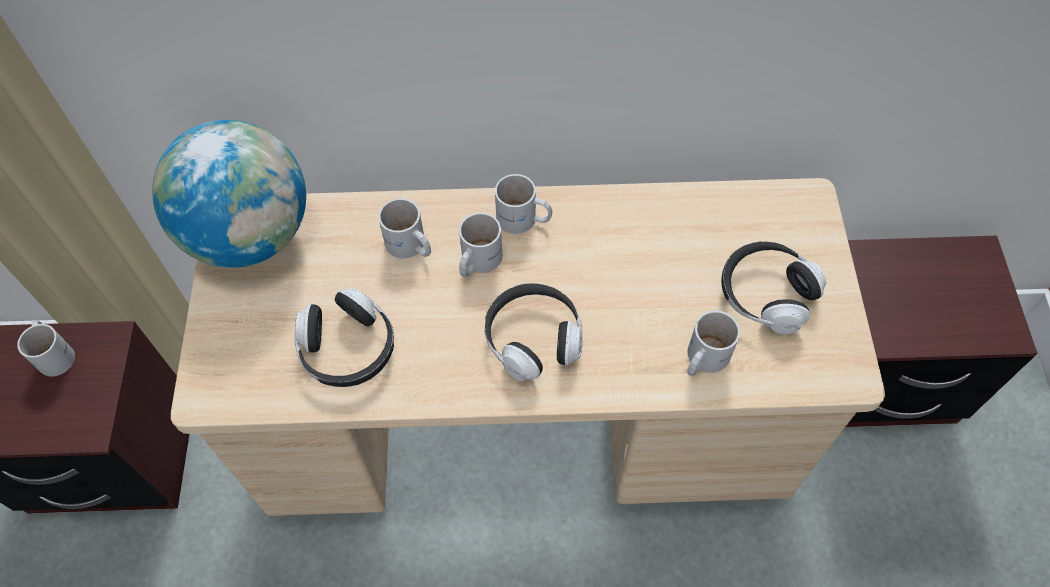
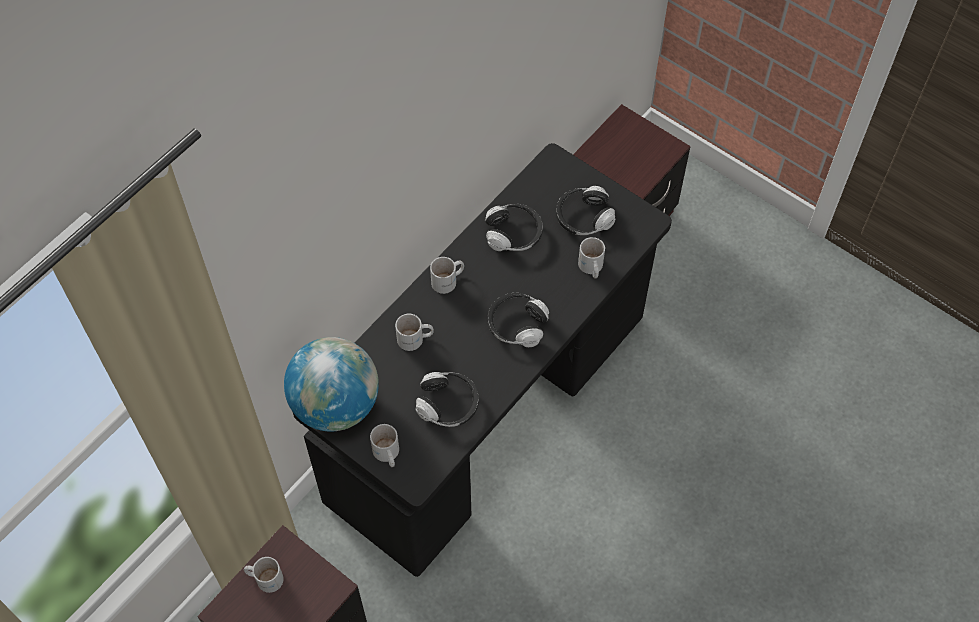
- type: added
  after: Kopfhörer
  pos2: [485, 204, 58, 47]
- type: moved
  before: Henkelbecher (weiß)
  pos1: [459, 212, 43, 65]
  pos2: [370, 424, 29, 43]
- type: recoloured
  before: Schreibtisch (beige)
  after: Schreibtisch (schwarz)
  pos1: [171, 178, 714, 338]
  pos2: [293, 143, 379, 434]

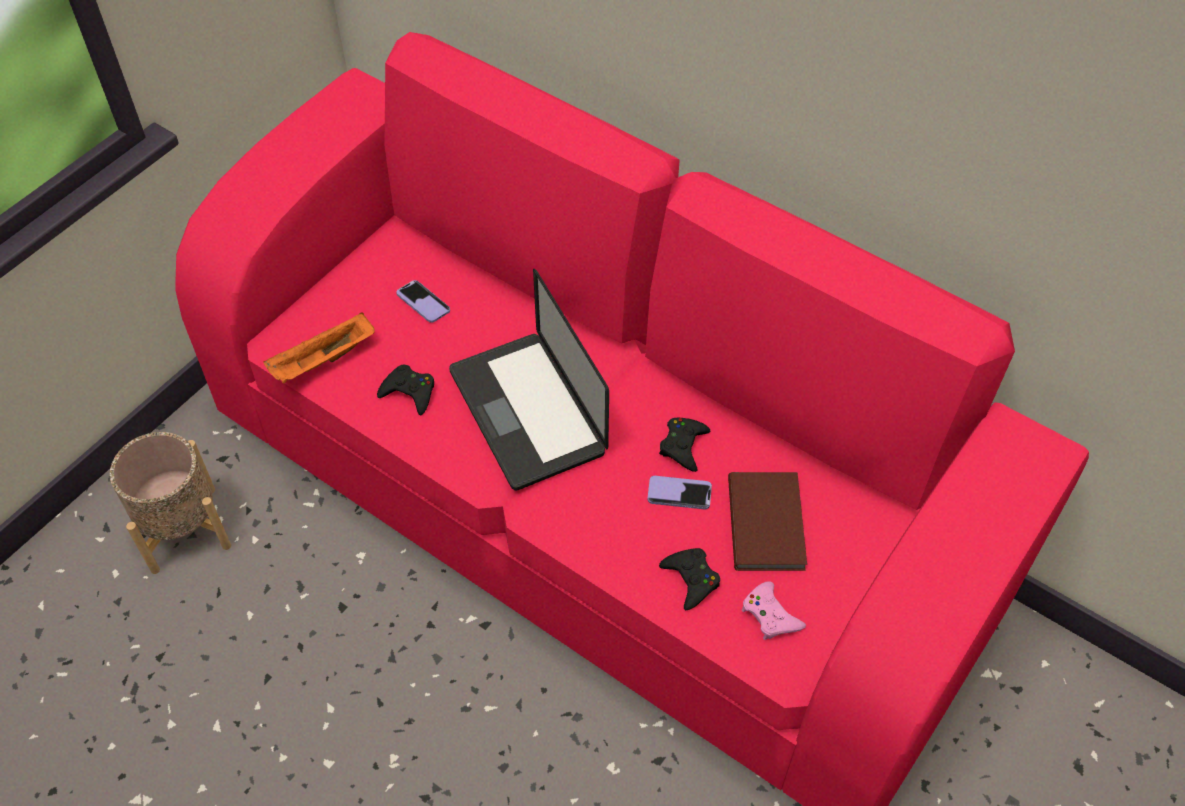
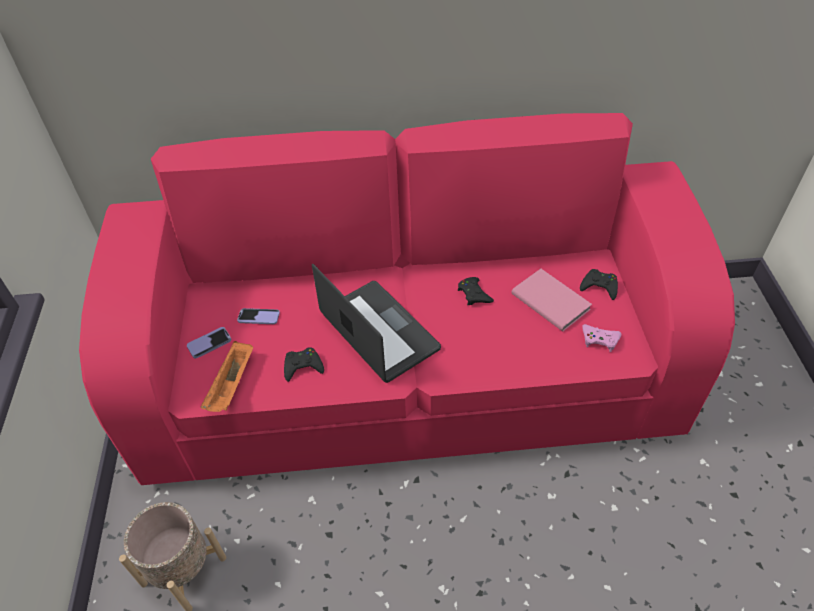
- type: moved
  before: Handy
  pos1: [648, 476, 64, 33]
  pos2: [187, 327, 44, 31]
- type: moved
  before: Gamepad (schwarz)
  pos1: [659, 548, 61, 62]
  pos2: [580, 269, 38, 31]
- type: recoloured
  before: Buch (braun)
  after: Buch (rosa)
  pos1: [728, 472, 79, 99]
  pos2: [511, 269, 81, 63]
- type: turned
  before: Laptop
  pos1: [449, 269, 160, 222]
  pos2: [312, 264, 129, 119]
  turn: -150

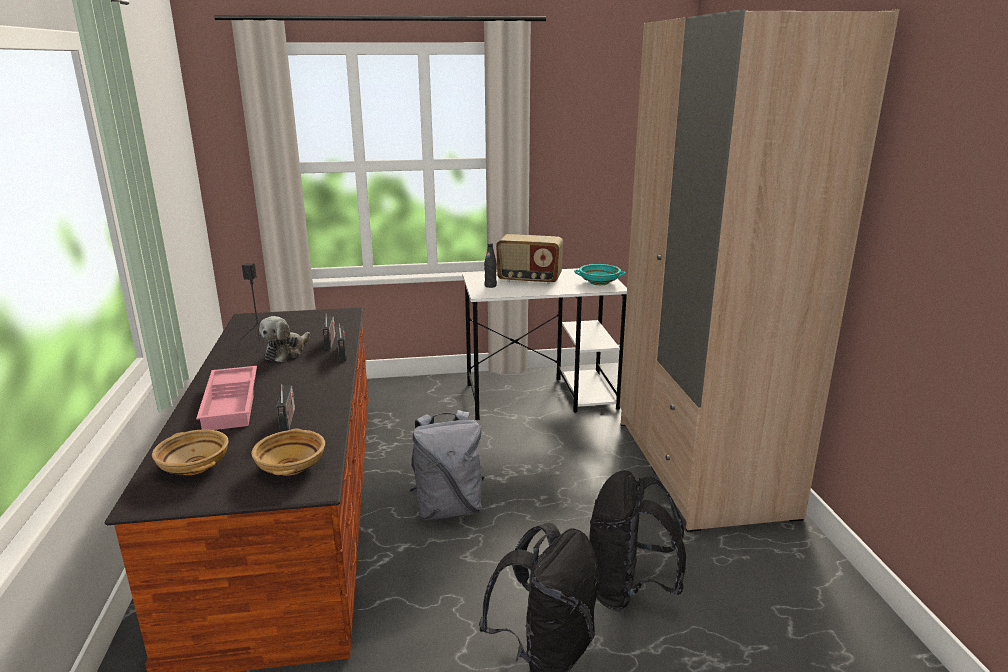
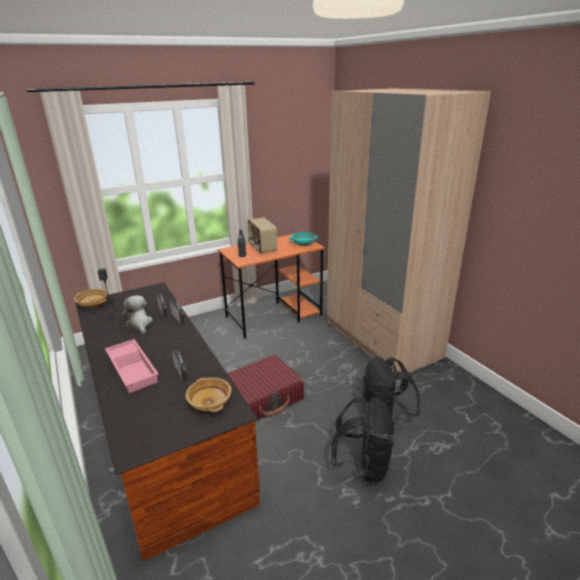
- type: moved
  before: Schüssel (beige)
  pos1: [152, 429, 77, 46]
  pos2: [74, 289, 33, 19]
- type: replaced
  before: Rucksack (grau)
  after: Koffer (rot)
  pos1: [410, 410, 74, 110]
  pos2: [227, 355, 77, 66]
- type: recoloured
  before: Schreibtisch (weiß)
  after: Schreibtisch (orange)
  pos1: [462, 268, 165, 152]
  pos2: [218, 234, 107, 105]
- type: turned
  before: Plüschtier
  pos1: [259, 316, 51, 46]
  pos2: [121, 295, 32, 39]
  turn: 150
- type: turned
  before: Radio
  pos1: [496, 234, 67, 50]
  pos2: [248, 217, 29, 37]
  turn: 75

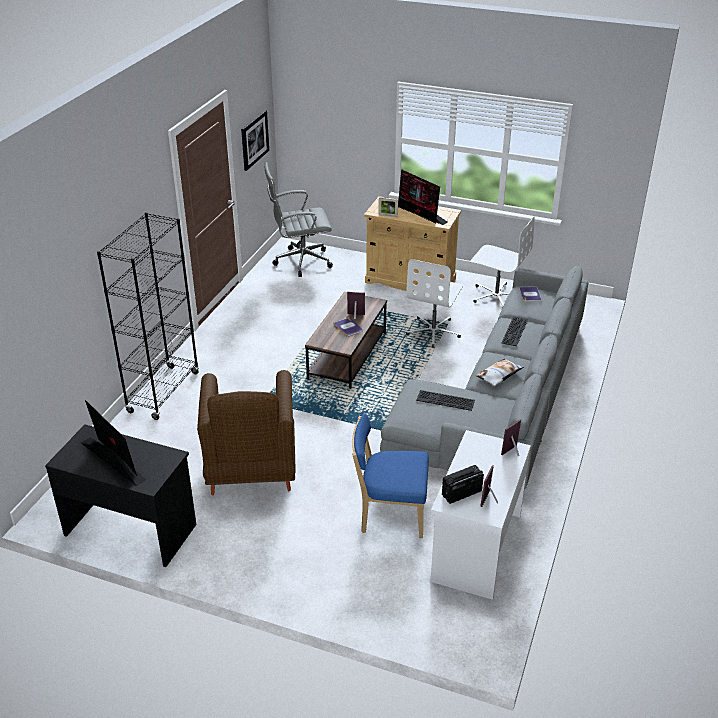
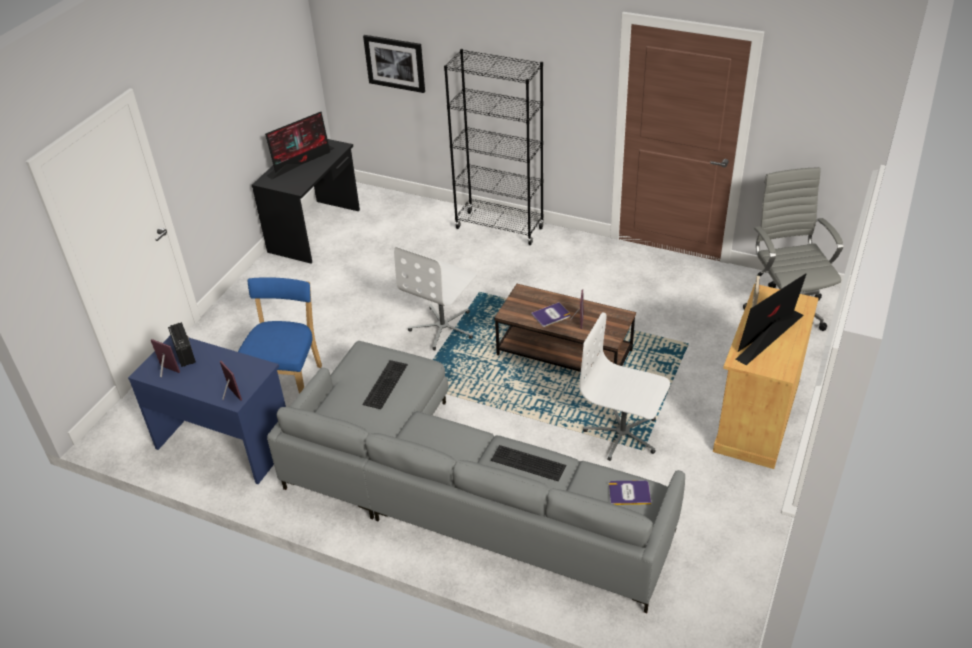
- type: removed
  before: Sessel (braun)
  pos1: [197, 370, 99, 125]
- type: removed
  before: Kissen
  pos1: [476, 359, 48, 27]
- type: moved
  before: Bild
  pos1: [241, 110, 28, 61]
  pos2: [363, 35, 62, 58]
- type: moved
  before: Bürostuhl (weiß)
  pos1: [470, 216, 65, 92]
  pos2: [394, 247, 83, 103]
- type: recoloured
  before: Schreibtisch (weiß)
  after: Schreibtisch (blau)
  pos1: [430, 430, 101, 170]
  pos2: [128, 335, 158, 149]

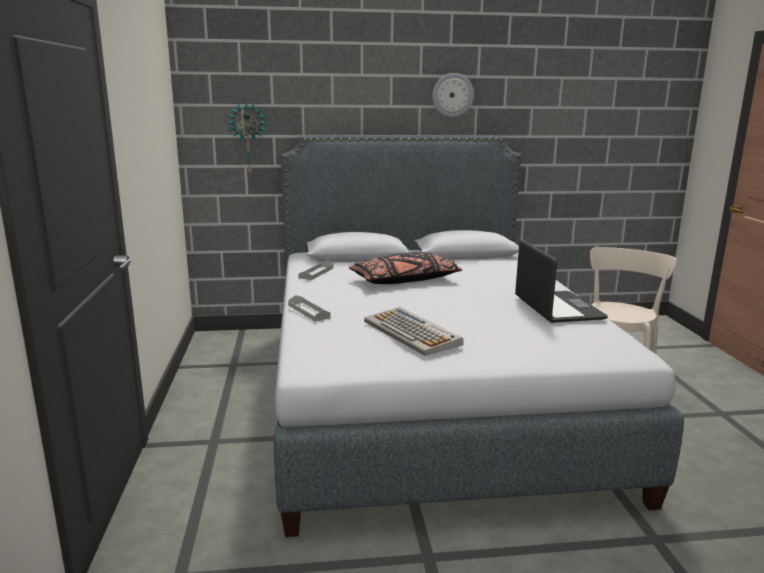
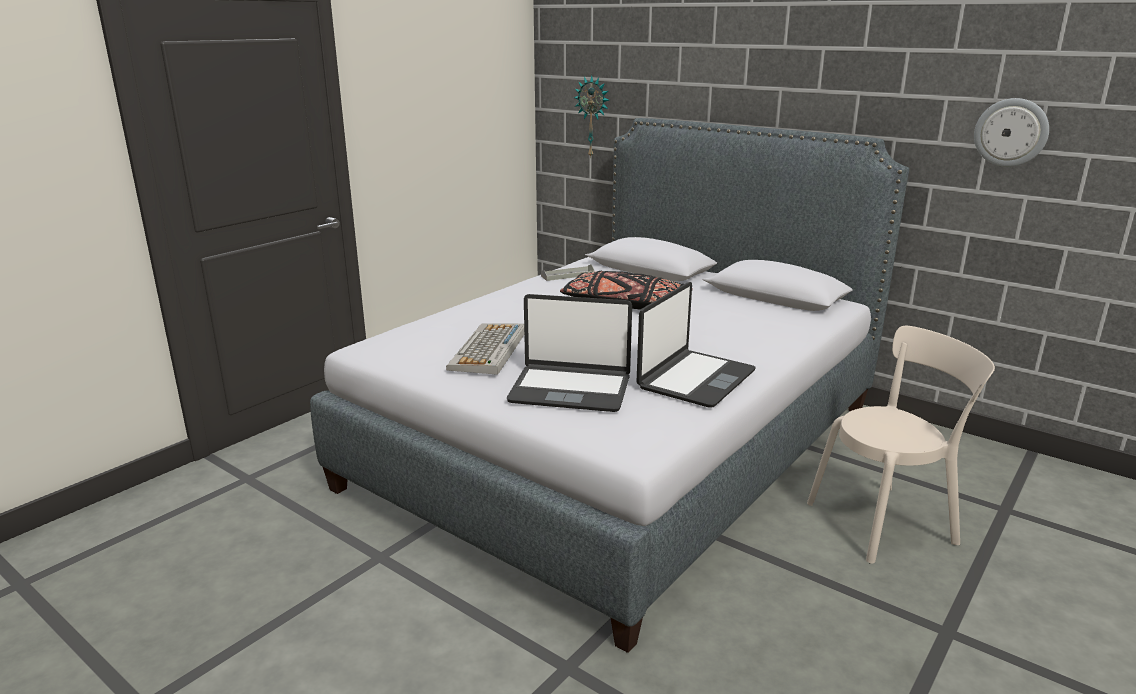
- type: removed
  before: Tablett (grau)
  pos1: [288, 295, 43, 27]
- type: added
  after: Laptop
  pos2: [507, 294, 125, 118]
- type: moved
  before: Wanduhr
  pos1: [432, 73, 42, 45]
  pos2: [974, 98, 75, 69]

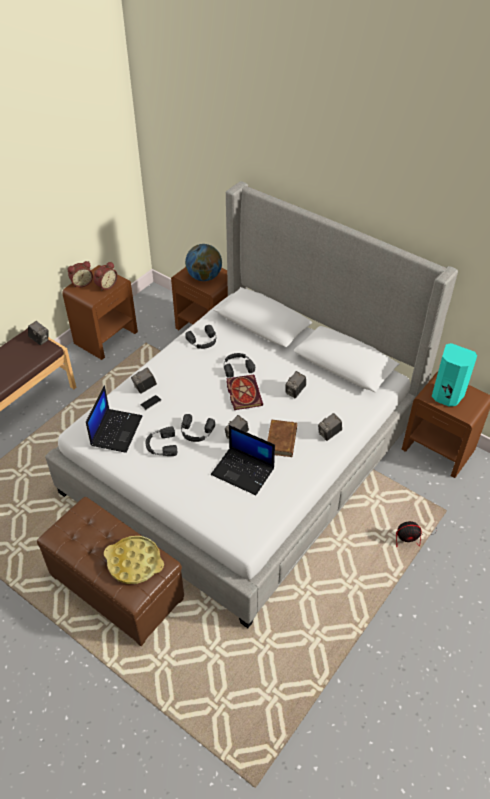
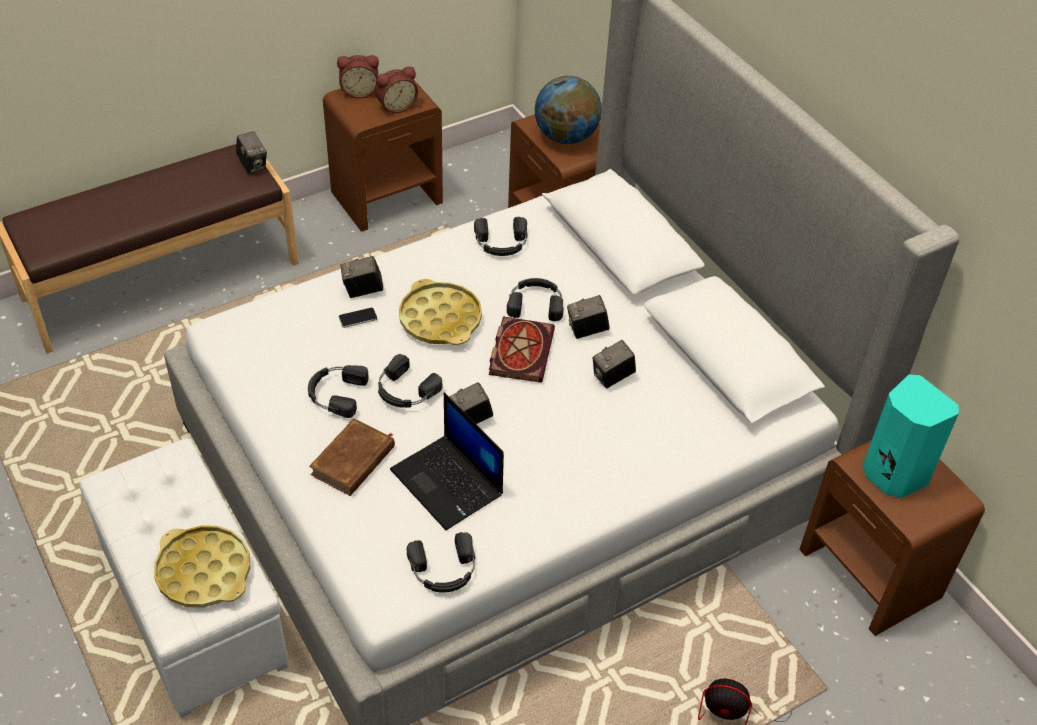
- type: removed
  before: Laptop
  pos1: [86, 385, 56, 68]
- type: added
  after: Tablett (gelb)
  pos2: [399, 279, 83, 66]
- type: added
  after: Kopfhörer (schwarz)
  pos2: [407, 532, 68, 61]
- type: moved
  before: Buch (braun)
  pos1: [267, 420, 30, 37]
  pos2: [309, 418, 86, 78]
- type: moved
  before: Kamera
  pos1: [318, 413, 24, 28]
  pos2: [567, 295, 43, 44]
- type: recoloured
  before: Polsterhocker (braun)
  after: Polsterhocker (weiß)
  pos1: [37, 497, 147, 149]
  pos2: [80, 438, 208, 280]

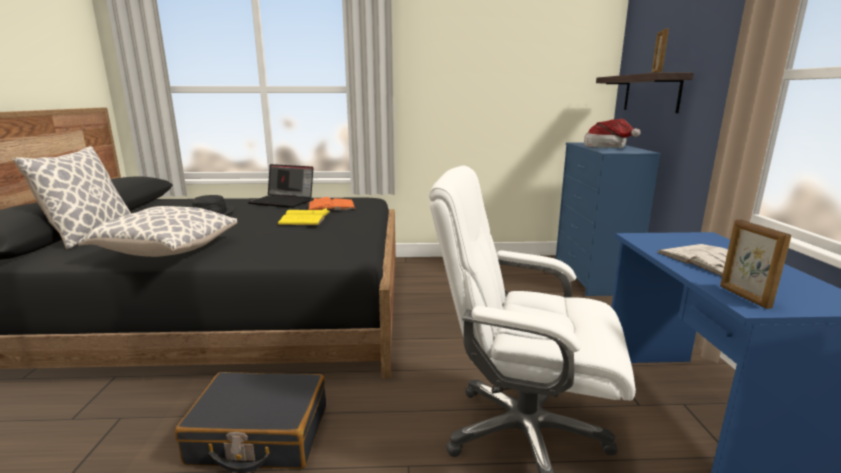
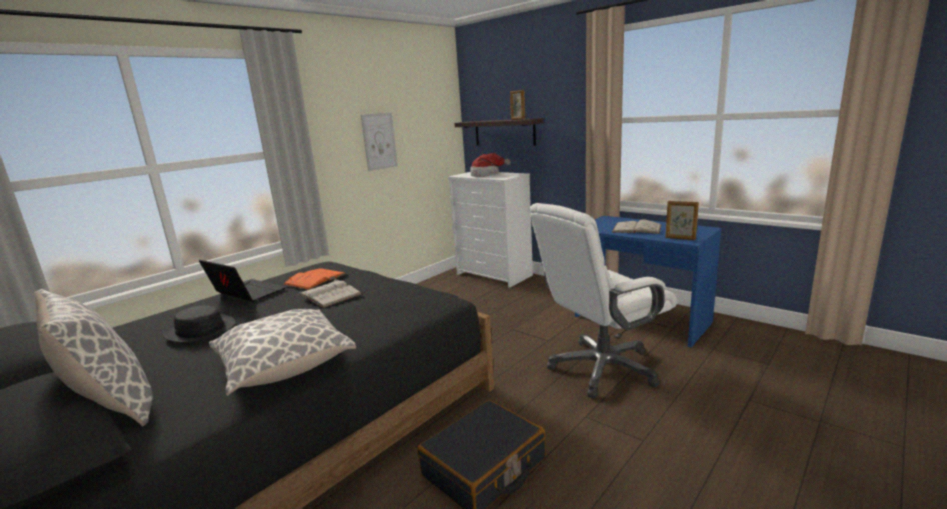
- type: added
  after: Bild
  pos2: [361, 113, 37, 58]
- type: recoloured
  before: Buch (gelb)
  after: Buch (weiß)
  pos1: [277, 208, 53, 17]
  pos2: [298, 279, 64, 29]
- type: recoloured
  before: Kommode (blau)
  after: Kommode (weiß)
  pos1: [556, 142, 105, 154]
  pos2: [448, 172, 85, 116]
- type: turned
  before: Laptop
  pos1: [248, 164, 65, 44]
  pos2: [199, 260, 87, 42]
  turn: -120

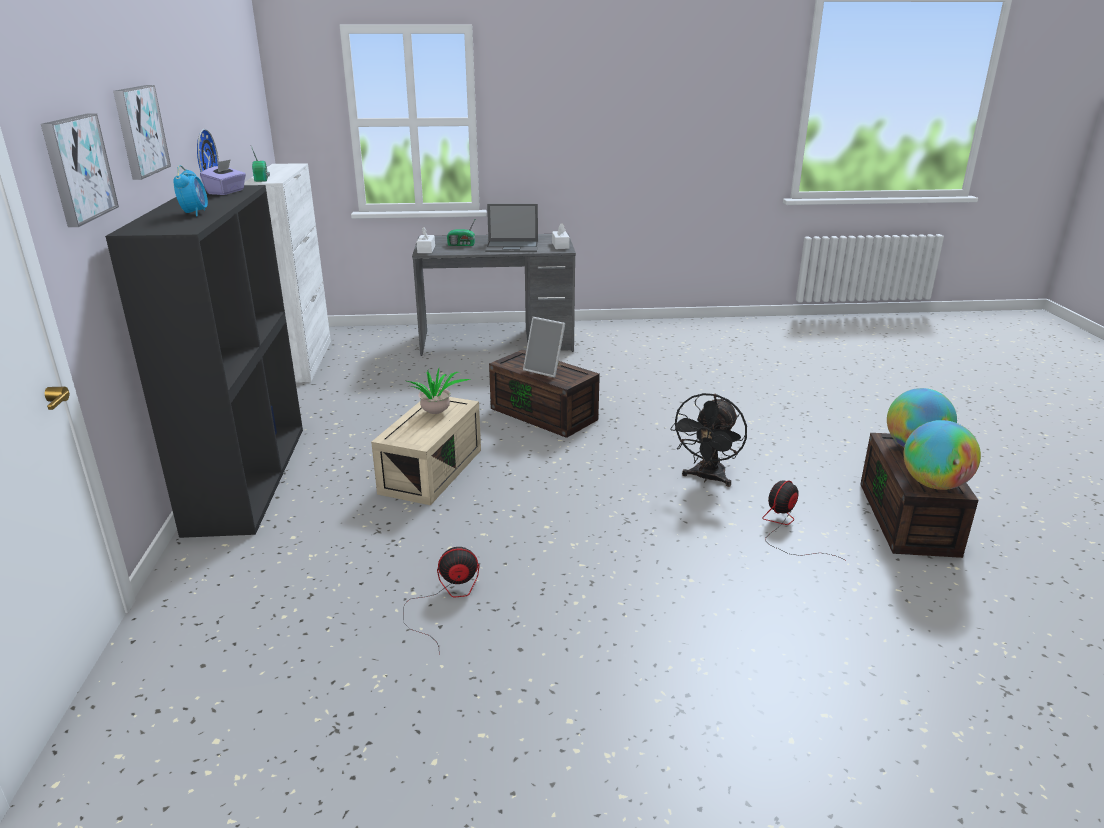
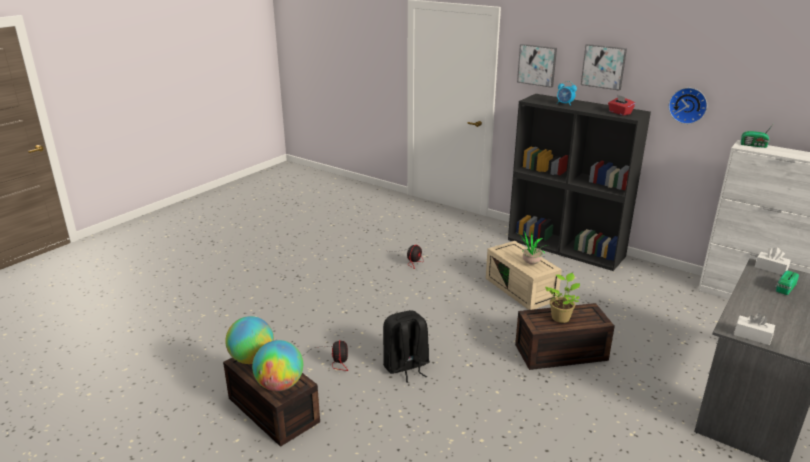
- type: removed
  before: Laptop
  pos1: [485, 204, 53, 48]
- type: replaced
  before: Bilderrahmen
  after: Topfpflanze
  pos1: [523, 317, 42, 61]
  pos2: [545, 273, 35, 50]
- type: replaced
  before: Ventilator (schwarz)
  after: Rucksack (schwarz)
  pos1: [670, 393, 77, 94]
  pos2: [383, 310, 47, 73]
- type: recoloured
  before: Taschentuchbox (lila)
  after: Taschentuchbox (rot)
  pos1: [200, 159, 46, 36]
  pos2: [608, 95, 27, 21]

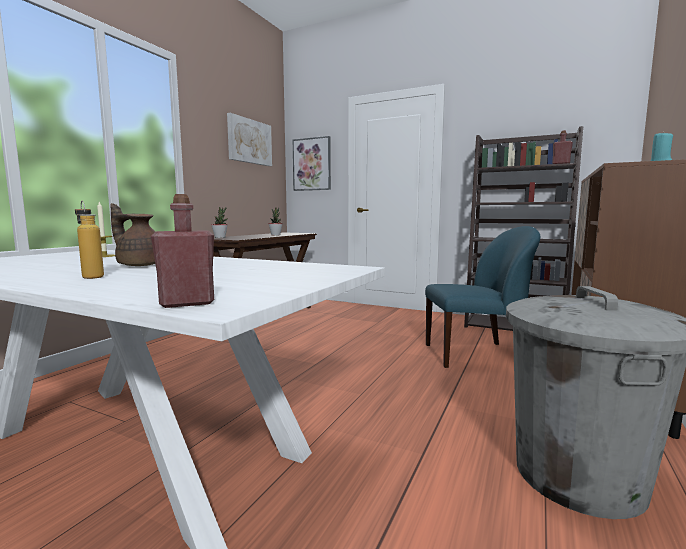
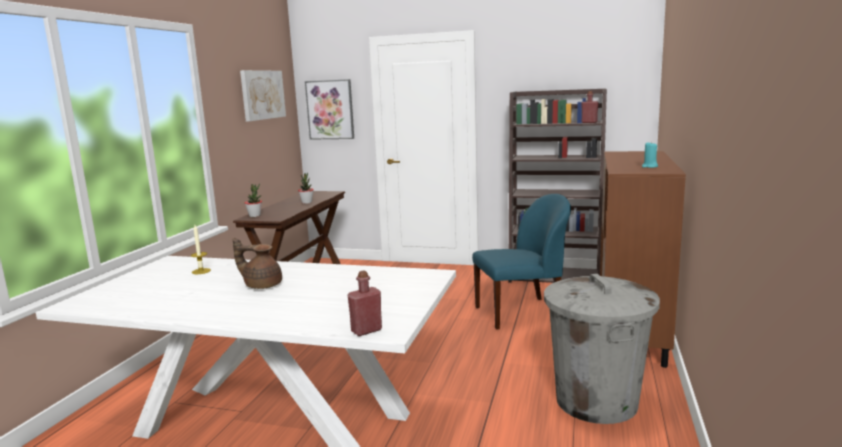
- type: removed
  before: Flasche
  pos1: [75, 201, 29, 78]

